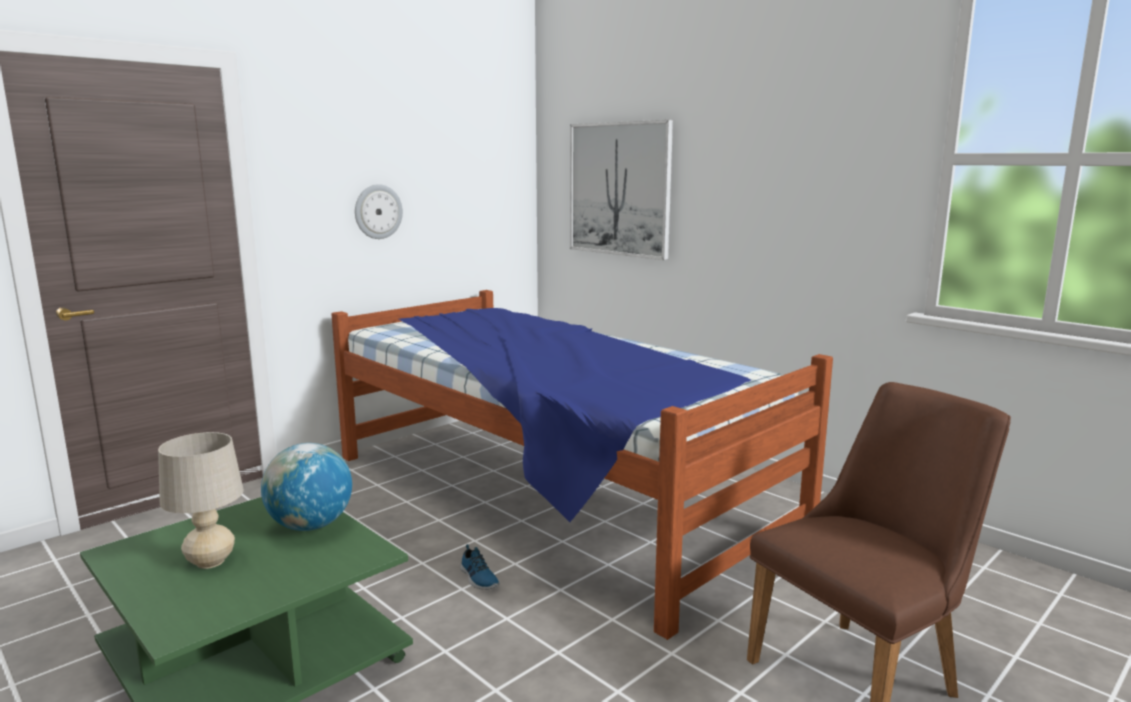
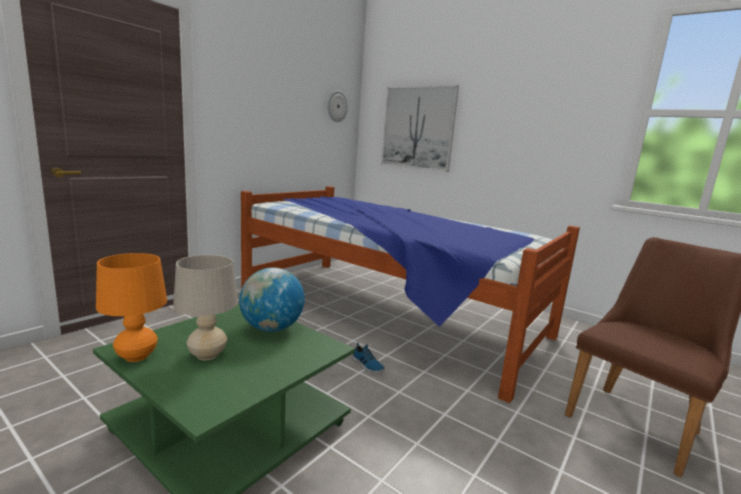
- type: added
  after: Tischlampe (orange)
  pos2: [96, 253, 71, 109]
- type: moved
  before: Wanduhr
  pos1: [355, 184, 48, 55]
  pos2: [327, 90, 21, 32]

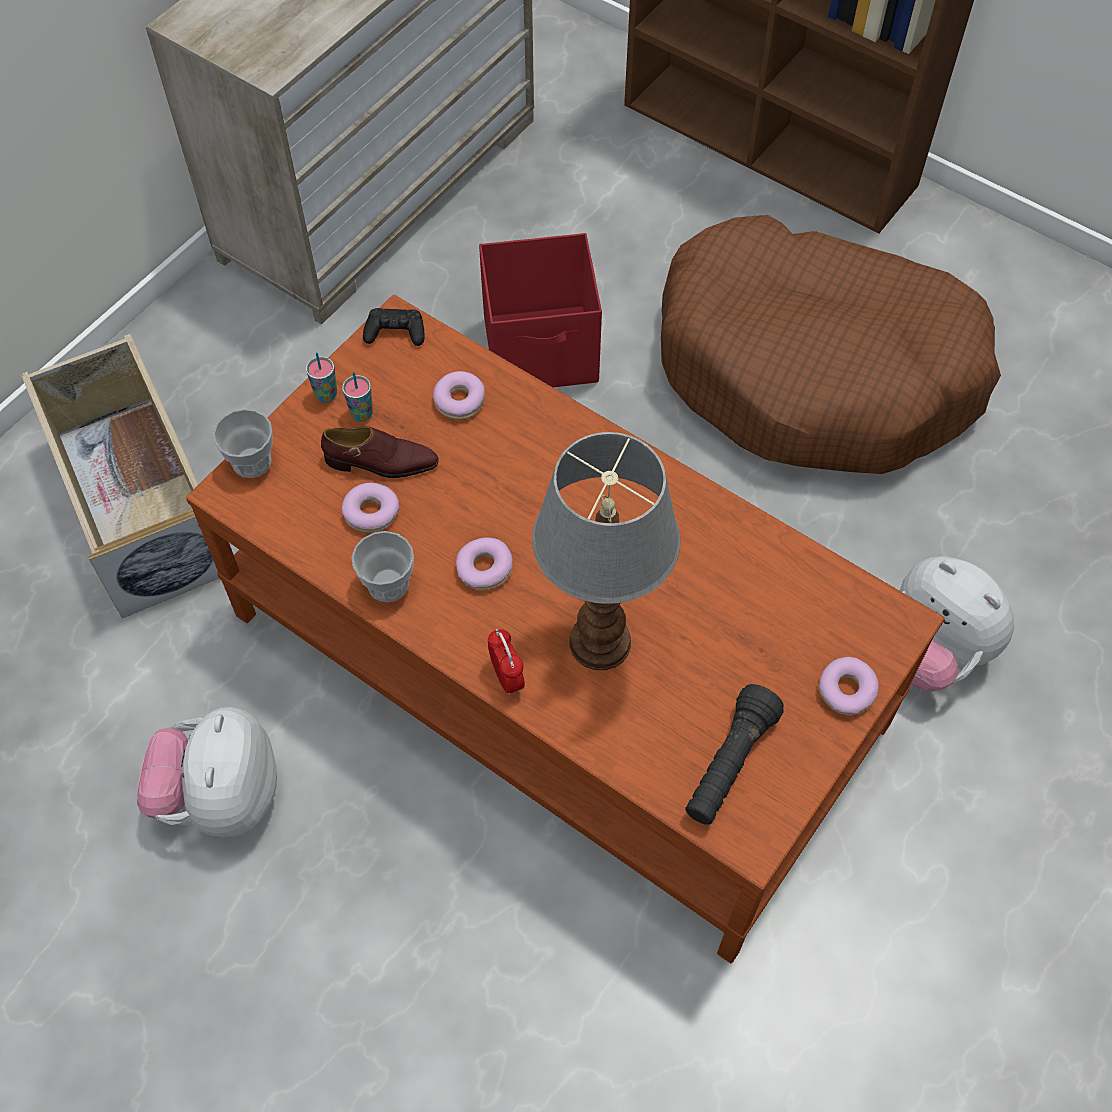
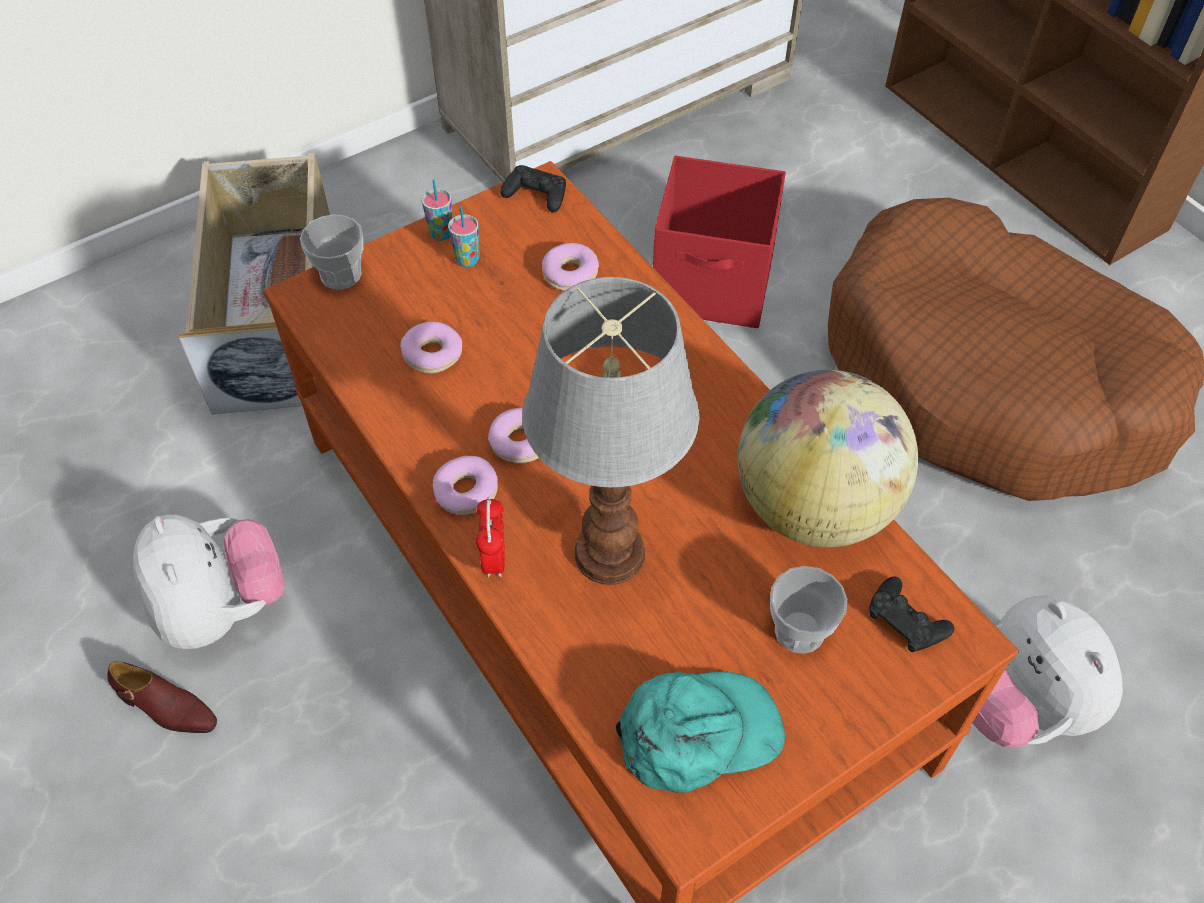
- type: added
  after: Globus
  pos2: [738, 370, 180, 177]
- type: added
  after: Gamepad (schwarz)
  pos2: [869, 577, 85, 75]
- type: moved
  before: Schuh (braun)
  pos1: [321, 427, 117, 51]
  pos2: [107, 661, 110, 72]
- type: moved
  before: Tasse
  pos1: [352, 531, 62, 71]
  pos2: [770, 566, 77, 88]
- type: moved
  before: Donut
  pos1: [819, 657, 60, 58]
  pos2: [433, 456, 65, 59]
- type: replaced
  before: Taschenlampe (schwarz)
  after: Kappe (türkis)
  pos1: [685, 684, 98, 141]
  pos2: [616, 671, 169, 122]
- type: turned
  before: Plüschtier
  pos1: [137, 707, 140, 130]
  pos2: [133, 514, 152, 135]
  turn: 135

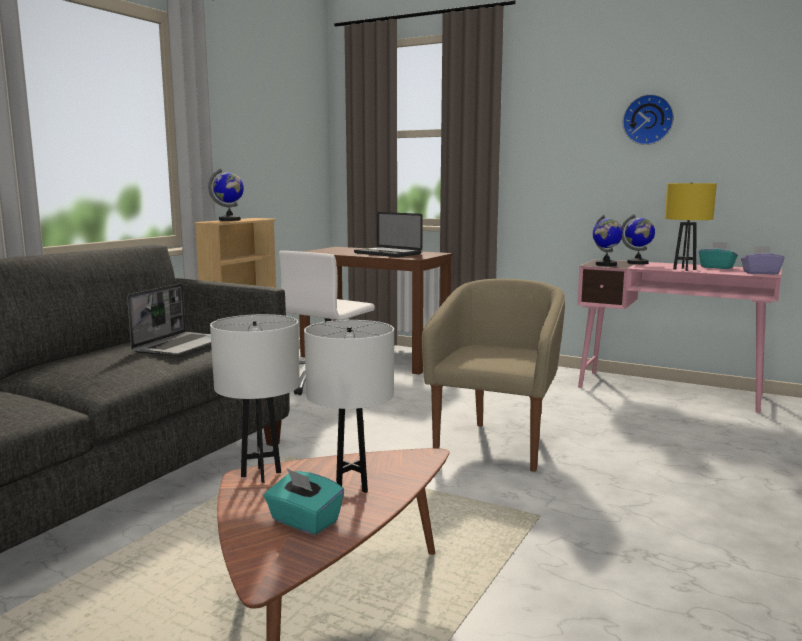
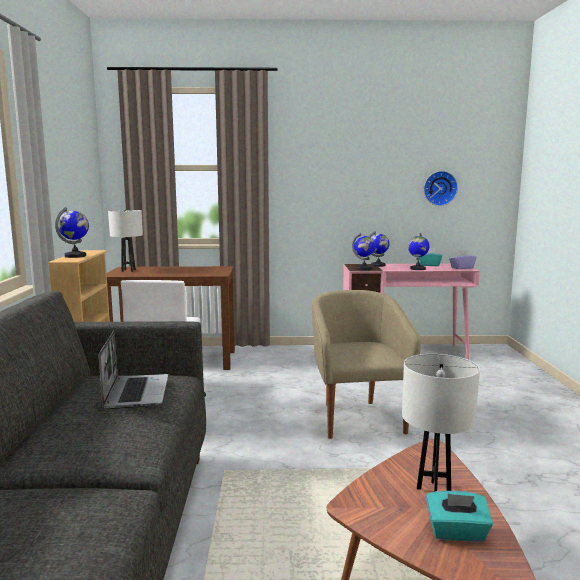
- type: removed
  before: Laptop
  pos1: [354, 212, 69, 45]
- type: moved
  before: Tischlampe (weiß)
  pos1: [210, 314, 90, 169]
  pos2: [108, 210, 35, 62]
- type: moved
  before: Wanduhr
  pos1: [623, 94, 51, 51]
  pos2: [424, 171, 34, 35]
- type: replaced
  before: Tischlampe (gelb)
  after: Globus
  pos1: [665, 183, 52, 88]
  pos2: [408, 233, 22, 37]

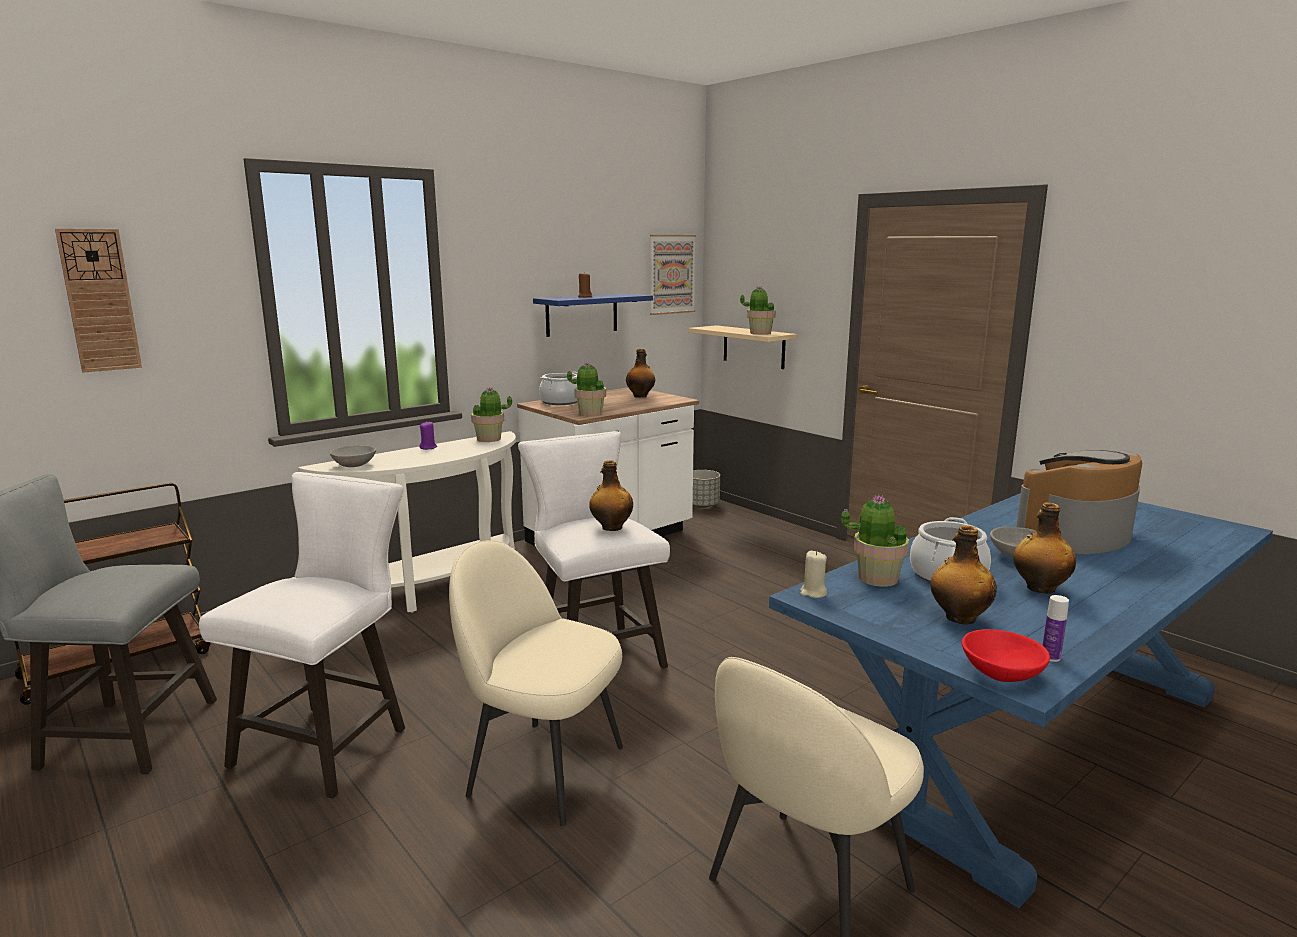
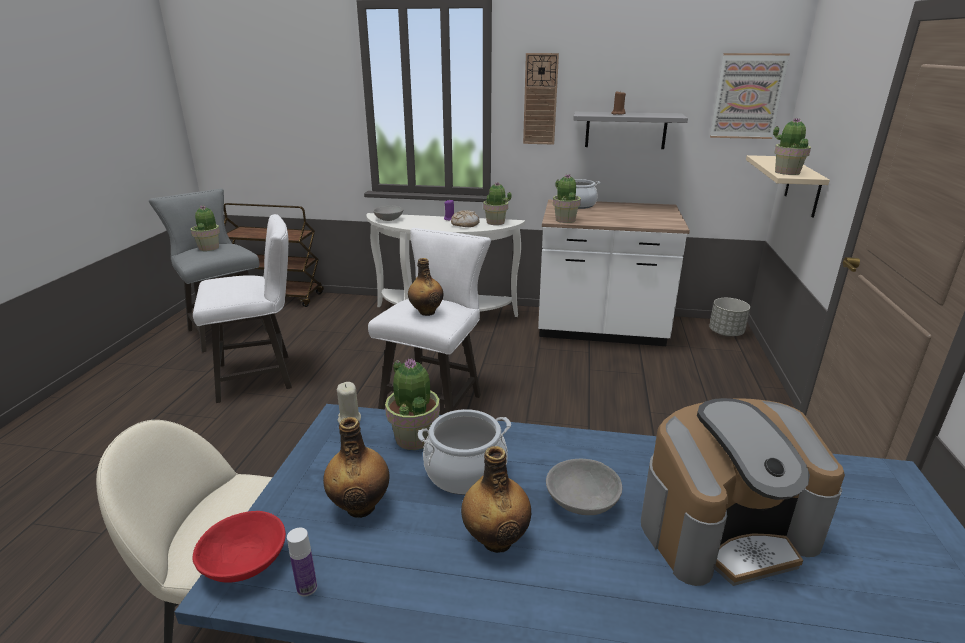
- type: removed
  before: Stuhl (beige)
  pos1: [449, 540, 174, 286]
- type: removed
  before: Flasche
  pos1: [626, 349, 29, 48]
- type: added
  after: Topfpflanze
  pos2: [190, 205, 30, 46]
- type: added
  after: Brot
  pos2: [451, 210, 28, 17]
- type: moved
  before: Wanduhr
  pos1: [55, 229, 87, 144]
  pos2: [523, 53, 36, 92]
- type: recoloured
  before: Wandregal (blau)
  after: Wandregal (grau)
  pos1: [533, 293, 120, 44]
  pos2: [573, 112, 115, 37]
- type: turned
  before: Kaffeemaschine
  pos1: [1016, 450, 126, 104]
  pos2: [641, 398, 204, 188]
  turn: 150

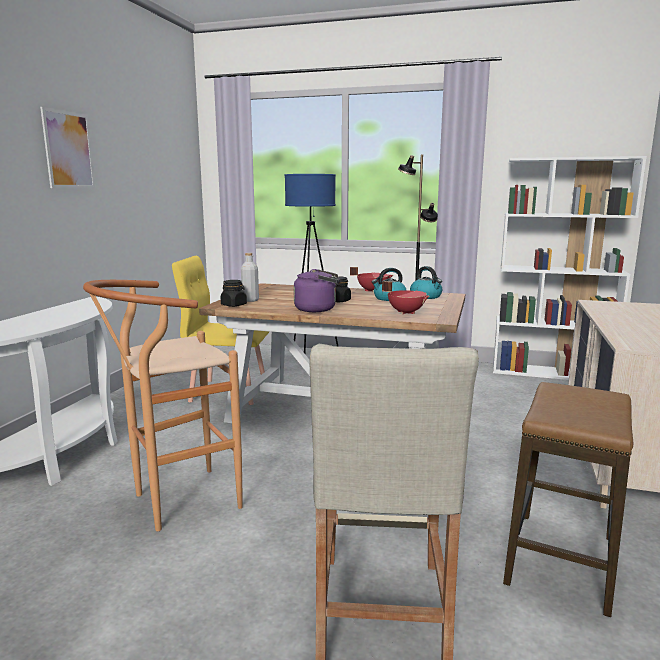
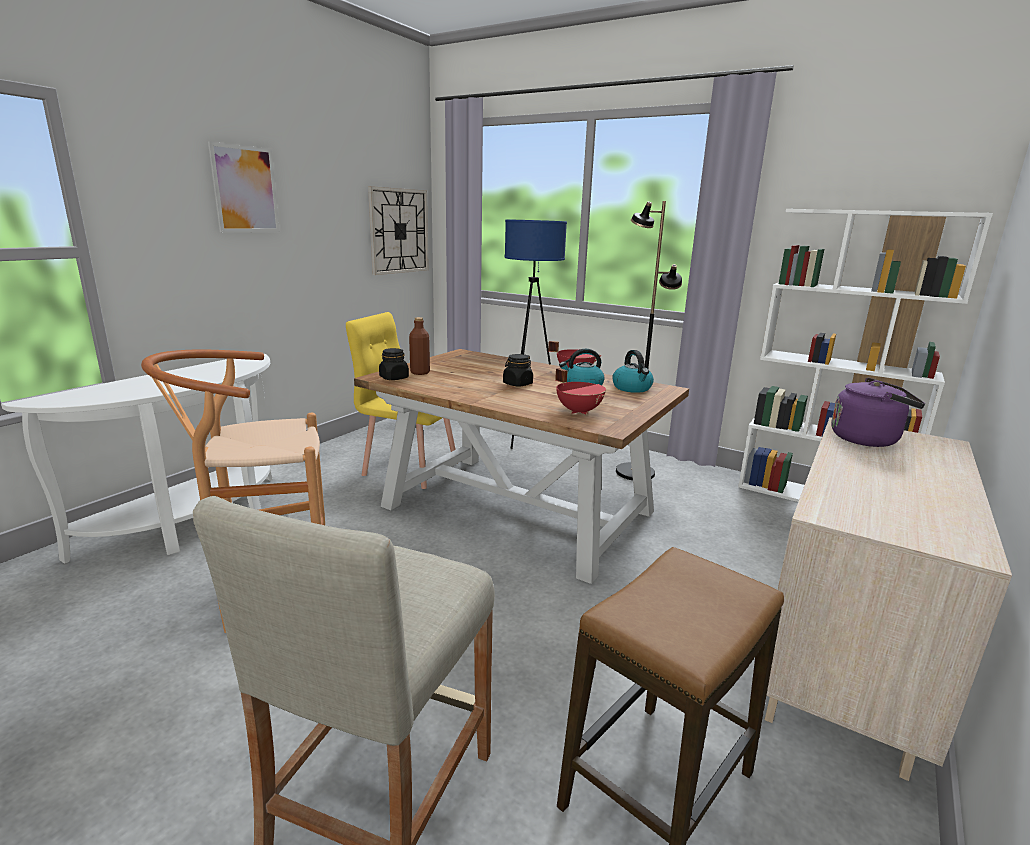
- type: added
  after: Wanduhr
  pos2: [368, 186, 61, 89]
- type: moved
  before: Wasserkessel (lila)
  pos1: [294, 269, 46, 43]
  pos2: [831, 378, 94, 69]
- type: recoloured
  before: Flasche (grau)
  after: Flasche (braun)
  pos1: [241, 253, 18, 49]
  pos2: [409, 317, 21, 58]

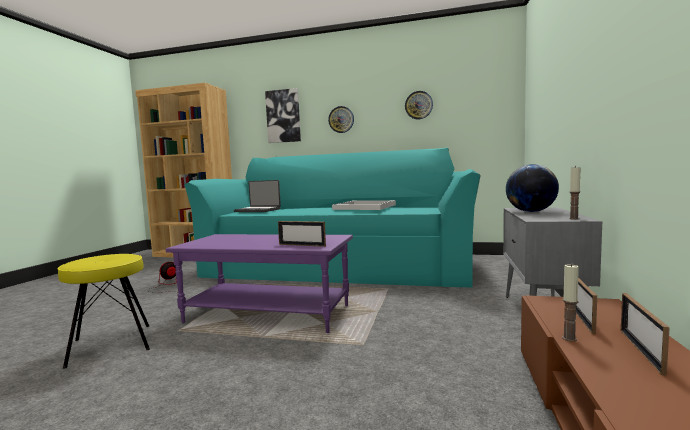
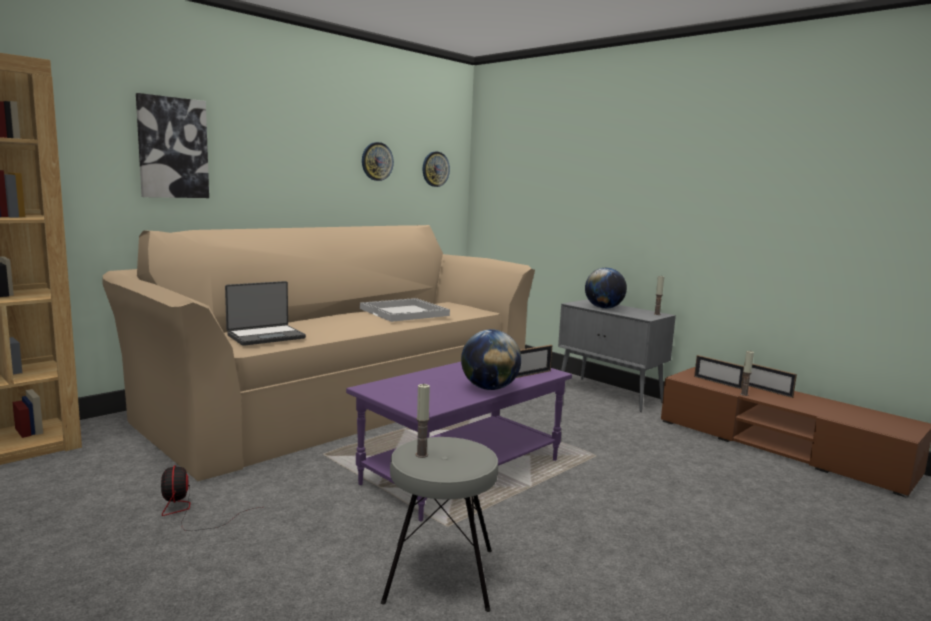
- type: added
  after: Kerze
  pos2: [416, 384, 14, 74]
- type: added
  after: Globus
  pos2: [461, 329, 60, 61]
- type: moved
  before: Wanduhr
  pos1: [328, 106, 26, 27]
  pos2: [422, 151, 28, 36]
- type: recoloured
  before: Hocker (gelb)
  after: Hocker (grau)
  pos1: [58, 254, 92, 115]
  pos2: [381, 437, 117, 175]
- type: recoloured
  before: Sofa (türkis)
  after: Sofa (beige)
  pos1: [184, 147, 297, 140]
  pos2: [103, 225, 432, 256]

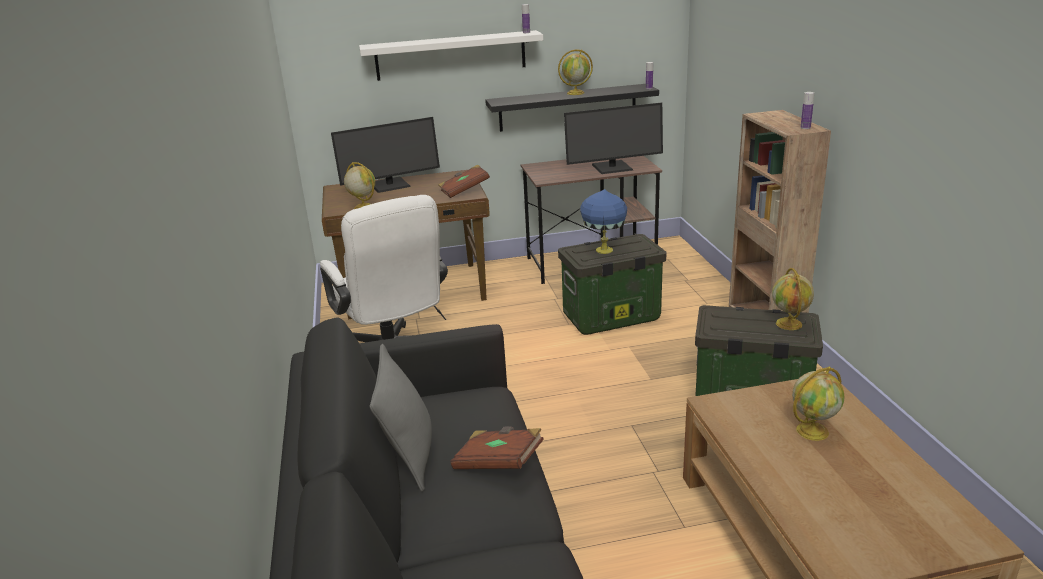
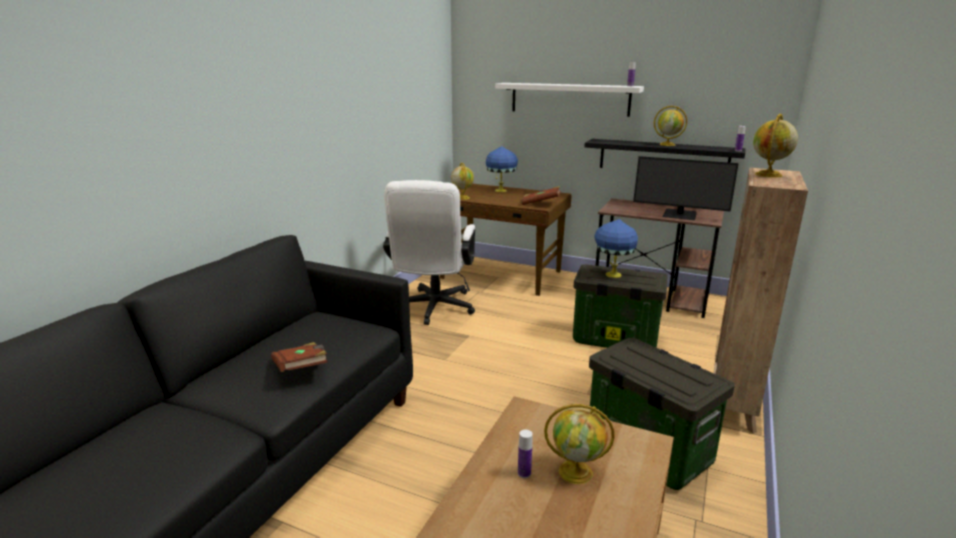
- type: removed
  before: Kissen (grau)
  pos1: [370, 344, 62, 148]
- type: moved
  before: Globus
  pos1: [772, 268, 42, 62]
  pos2: [753, 114, 45, 64]
- type: moved
  before: Flasche
  pos1: [801, 92, 13, 37]
  pos2: [518, 430, 15, 48]
- type: replaced
  before: Monitor
  after: Tischlampe (blau)
  pos1: [331, 117, 109, 76]
  pos2: [486, 146, 32, 46]

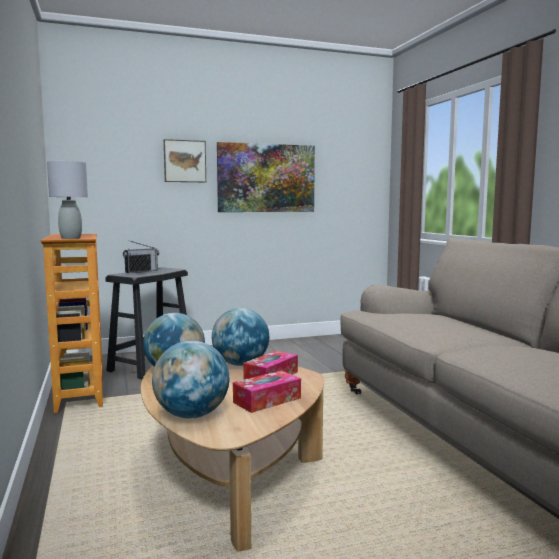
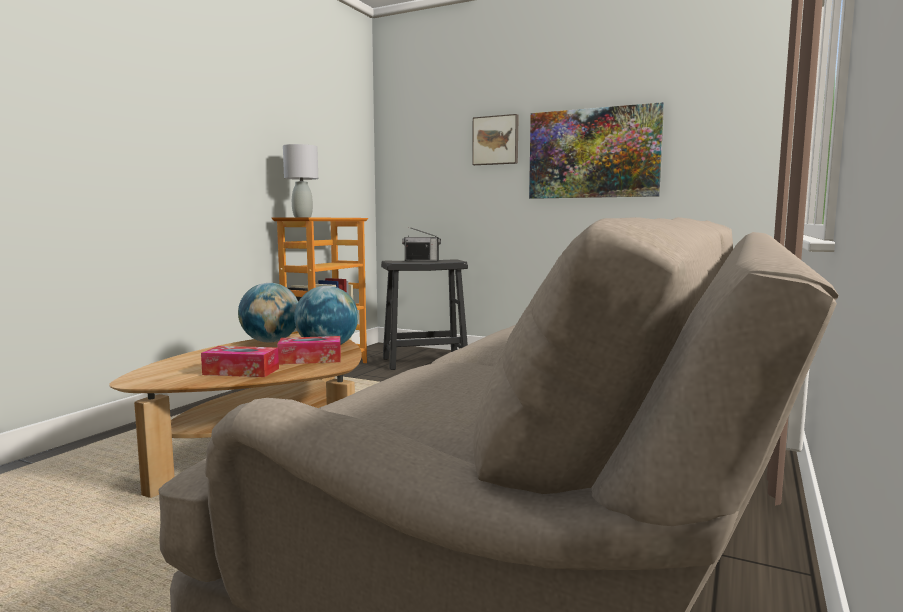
- type: removed
  before: Globus
  pos1: [152, 341, 77, 77]

